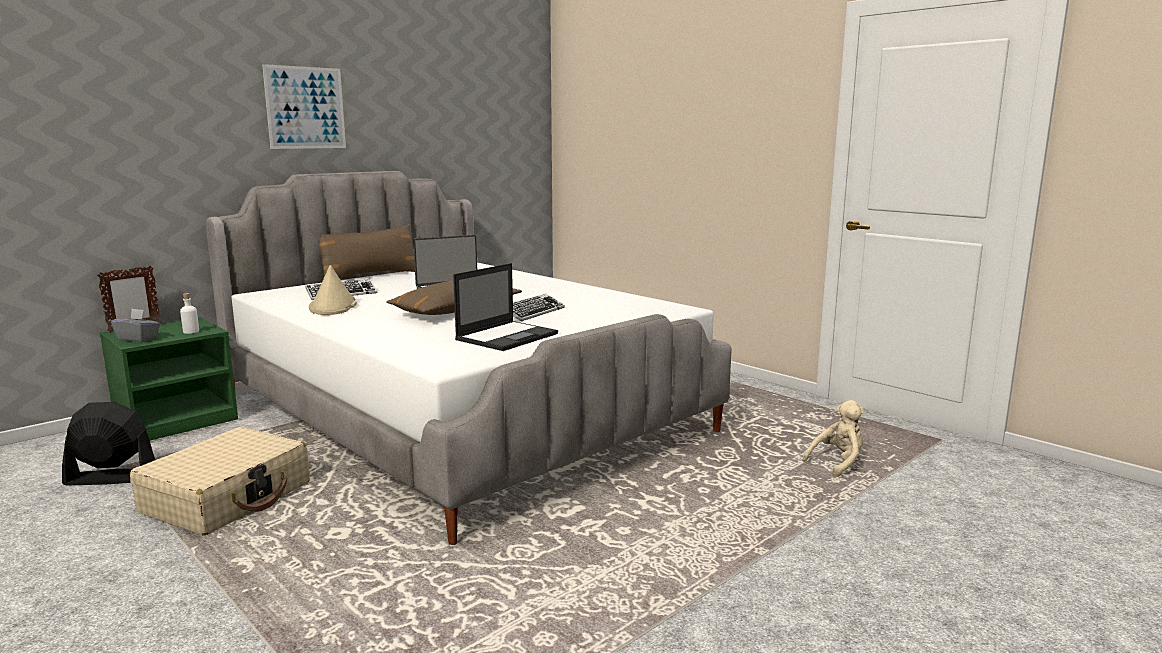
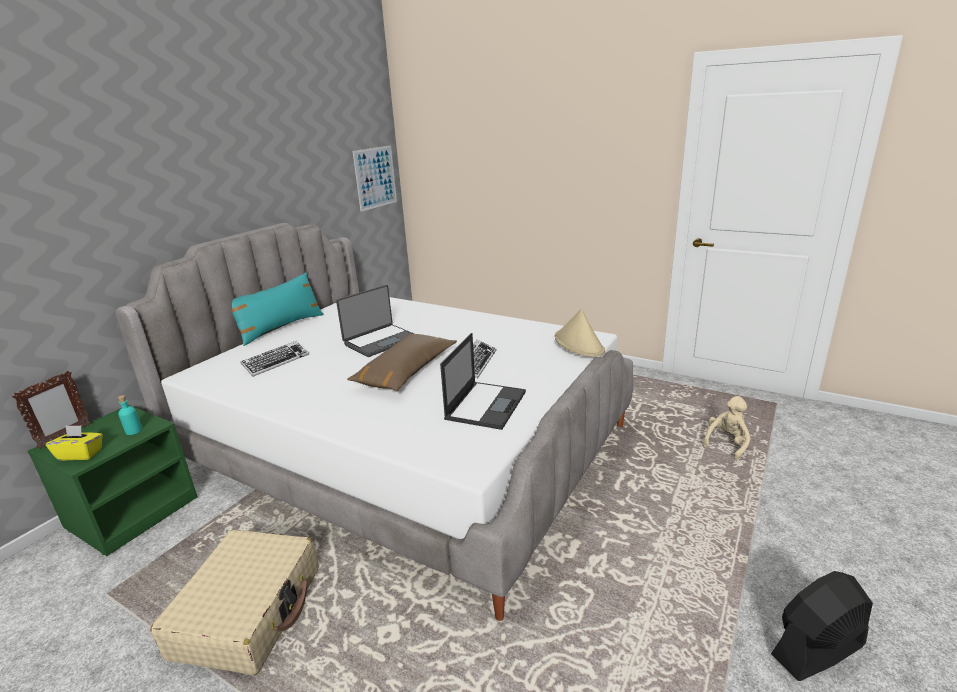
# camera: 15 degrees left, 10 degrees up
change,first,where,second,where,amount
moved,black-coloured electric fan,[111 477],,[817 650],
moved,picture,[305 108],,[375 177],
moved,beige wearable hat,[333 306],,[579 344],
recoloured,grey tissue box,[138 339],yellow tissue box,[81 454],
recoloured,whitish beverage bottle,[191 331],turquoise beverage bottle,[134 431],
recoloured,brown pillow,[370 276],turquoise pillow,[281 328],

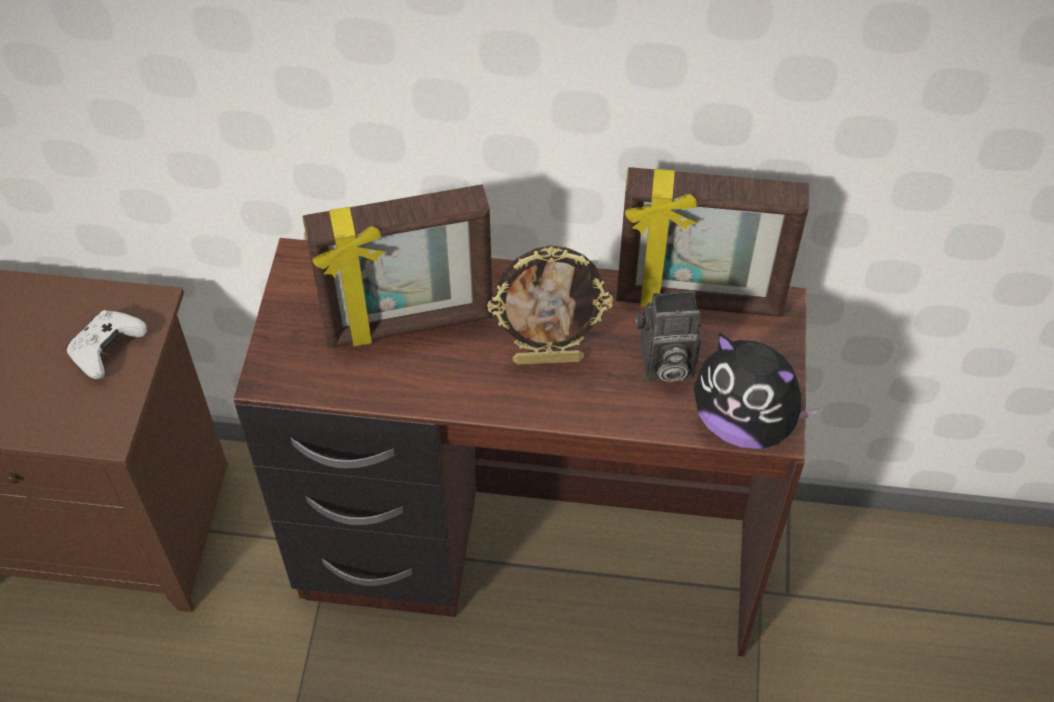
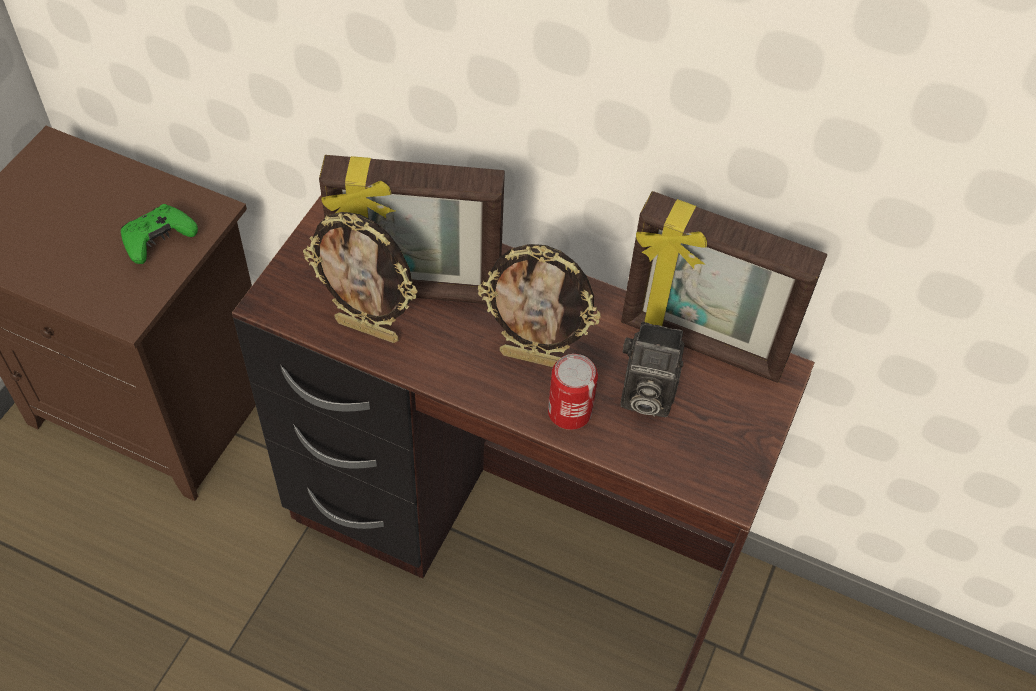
# camera: 15 degrees right, 0 degrees up
change,first,where,second,where,amount
removed,cuddly toy,[744 423],,,
added,,,picture frame,[368 329],
added,,,can,[569 412],
recoloured,whitish joypad,[107 350],green joypad,[158 240],

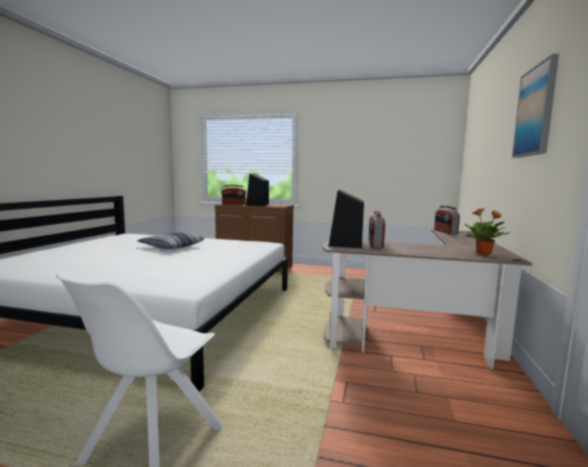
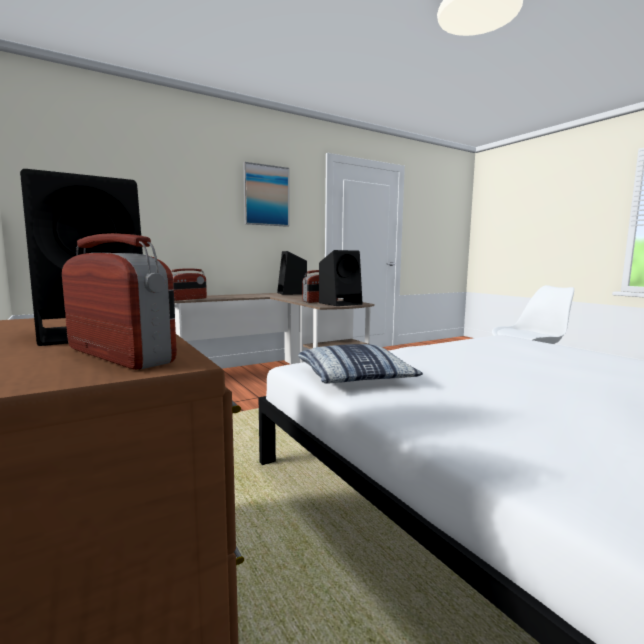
# camera: 135 degrees left, 0 degrees up
change,first,where,second,where,amount
moved,pillow,[171 246],,[354 378],
replaced,houseplant,[484 253],black-coloured speaker,[292 293],

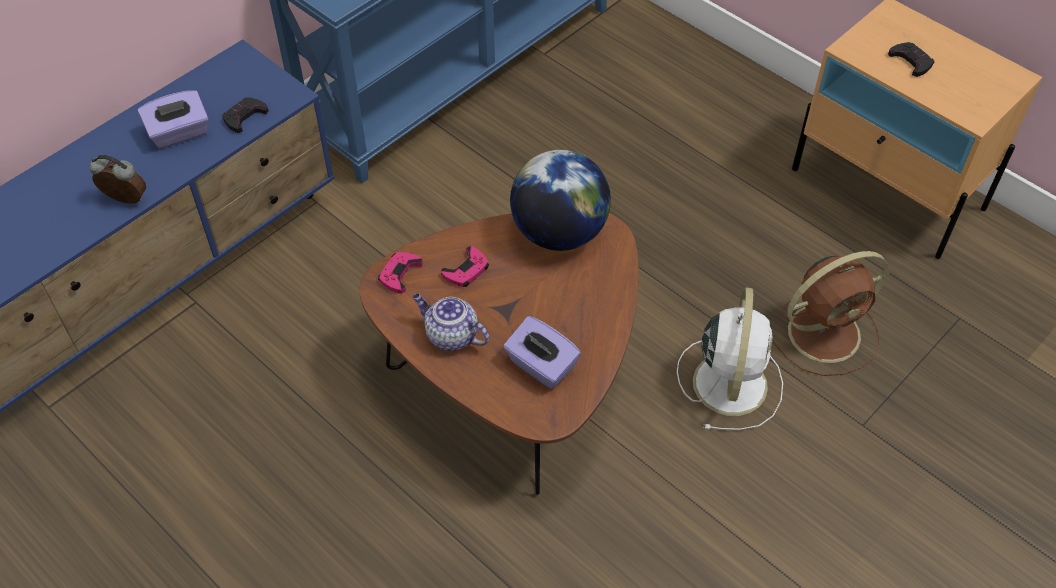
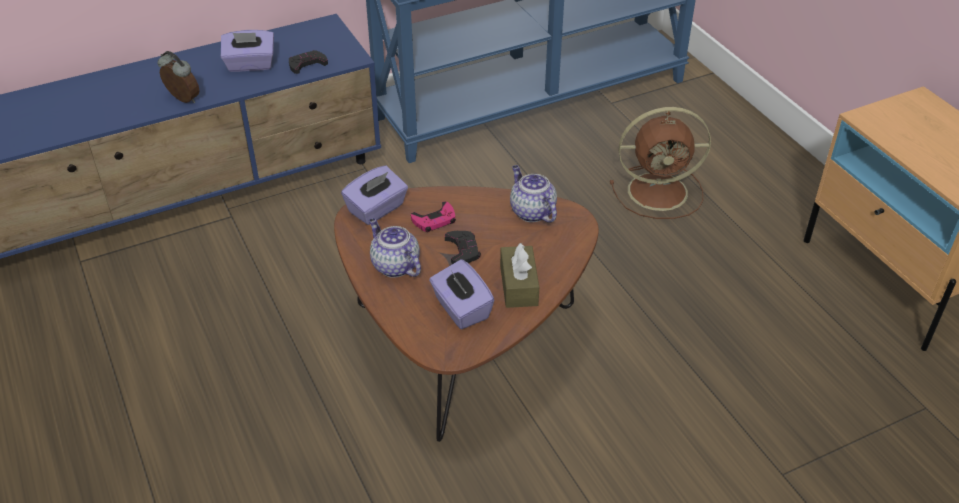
# camera: 20 degrees right, 10 degrees down
change,first,where,second,where,amount
removed,whitish electric fan,[730 381],,,
added,,,brown tissue box,[518 285],
moved,brown electric fan,[827 332],,[660 191],
moved,black-coloured joypad,[911 61],,[462 250],
replaced,pink-coloured joypad,[400 274],purplish tissue box,[377 209],
replaced,desk globe,[559 232],pot for tea,[531 211],

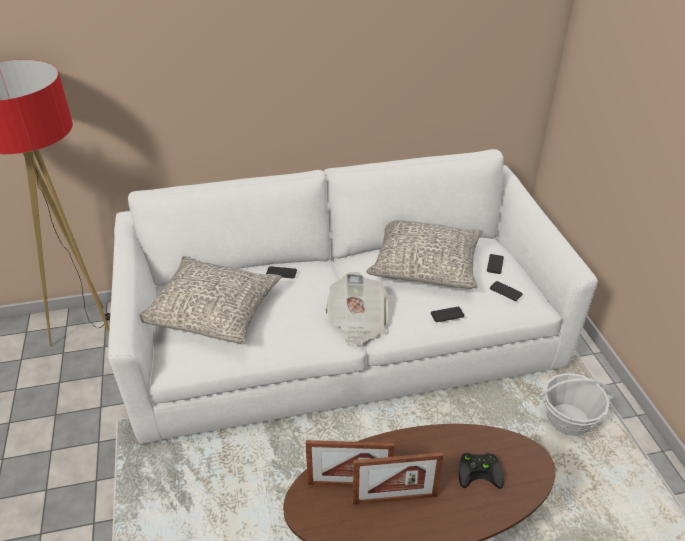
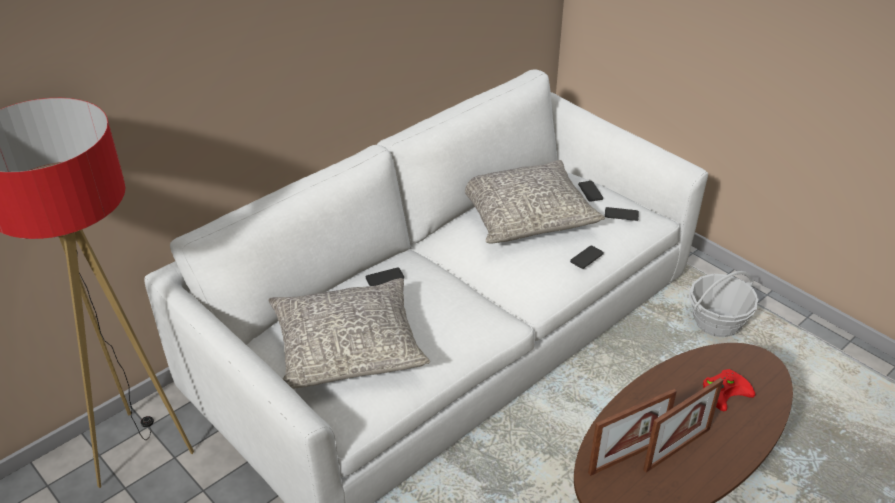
# camera: 30 degrees left, 0 degrees up
change,first,where,second,where,amount
removed,printed paper,[357 322],,,
recoloured,black-coloured joypad,[480 471],red-coloured joypad,[726 390],

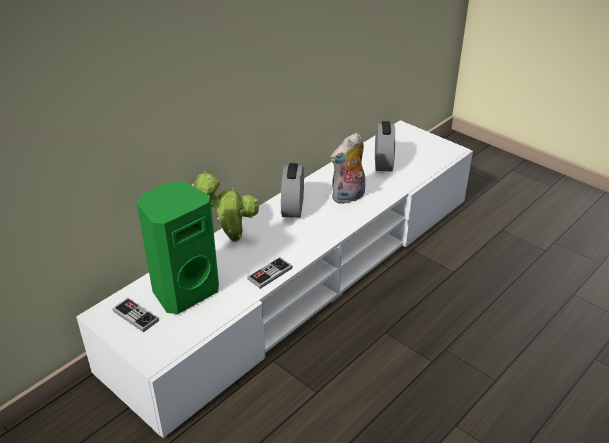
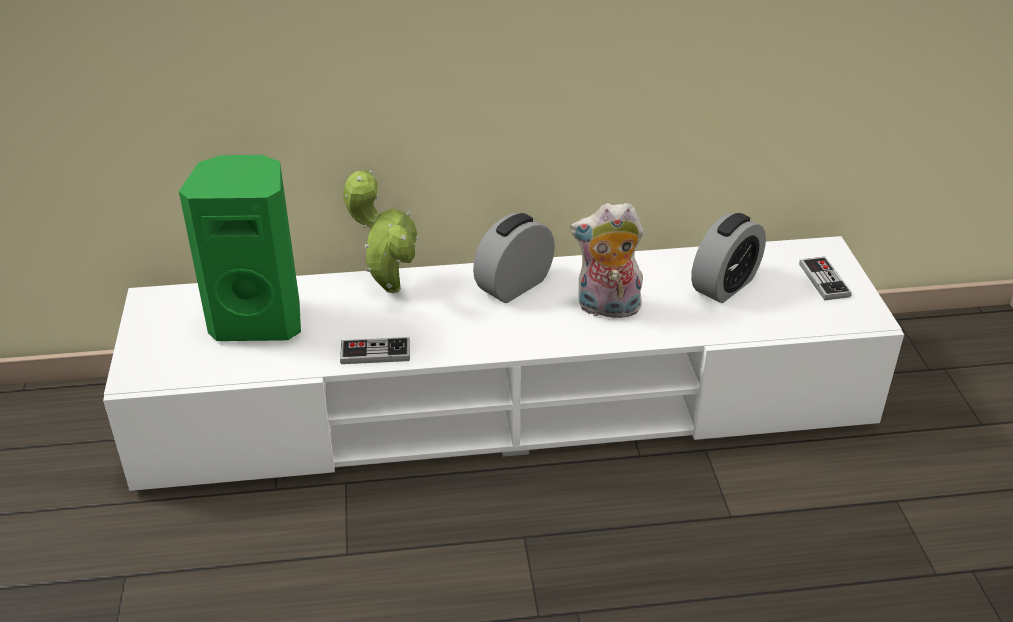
# camera: 40 degrees right, 0 degrees up
change,first,where,second,where,amount
moved,joypad,[135 316],,[824 280],

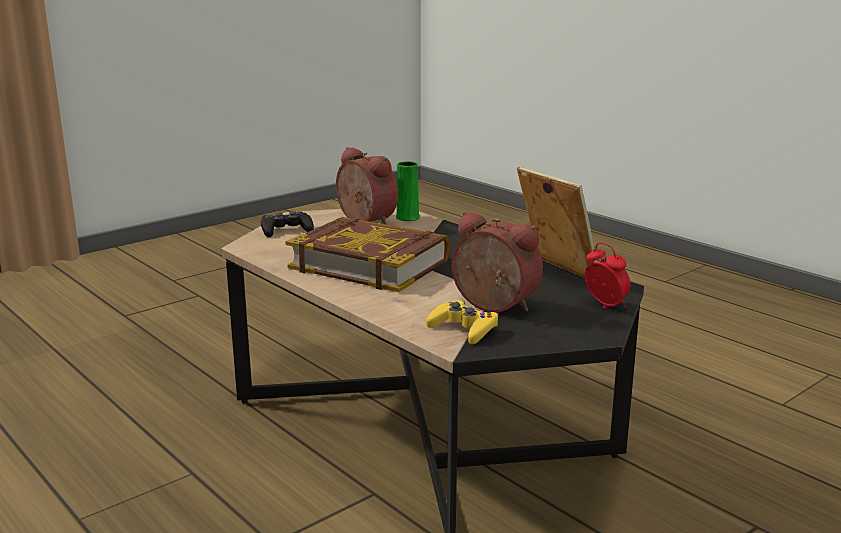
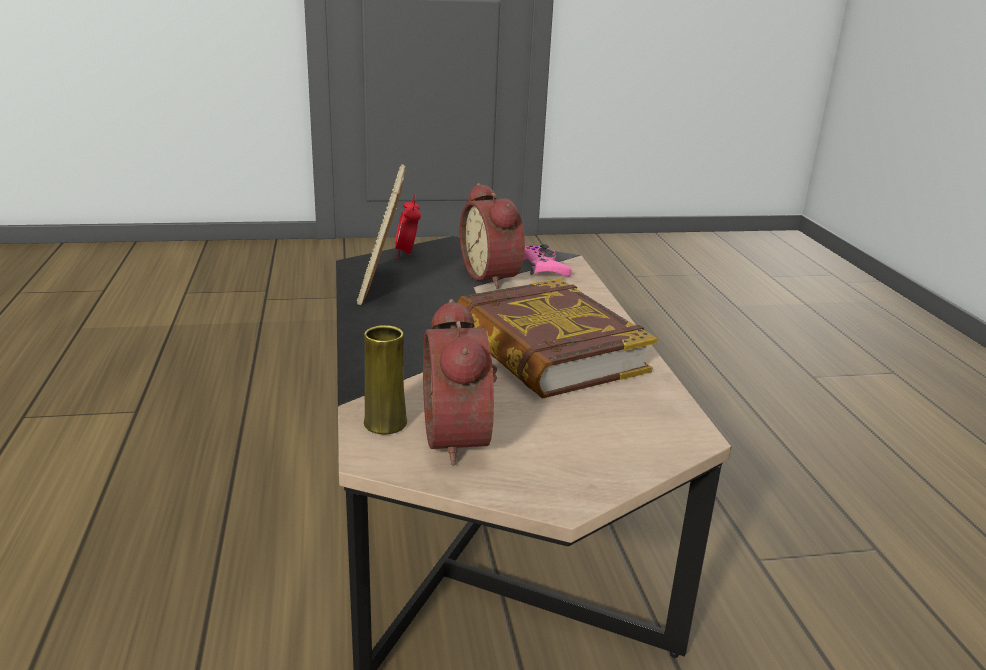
# camera: 150 degrees left, 5 degrees up
change,first,where,second,where,amount
removed,black-coloured joypad,[286 230],,,
recoloured,green vase,[407 218],yellow vase,[385 423],
recoloured,yellow joypad,[463 329],pink-coloured joypad,[543 268],

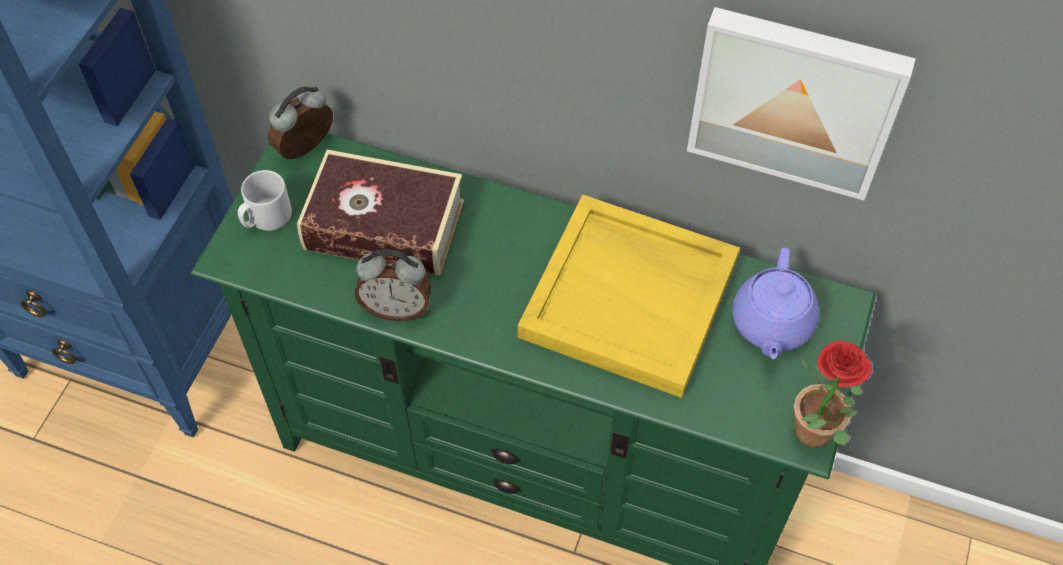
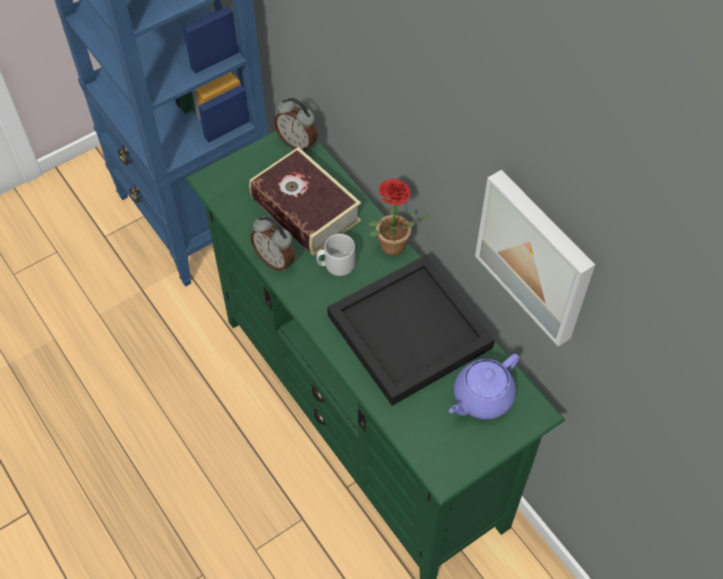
# camera: 35 degrees right, 0 degrees up
change,first,where,second,where,amount
moved,grey tea mug,[266 218],,[336 265],
moved,houseplant,[817 438],,[391 251],
recoloured,yellow serving tray,[631 297],black-coloured serving tray,[411 332],
turned,alarm clock,[307 150],,[298 143],135 degrees counterclockwise

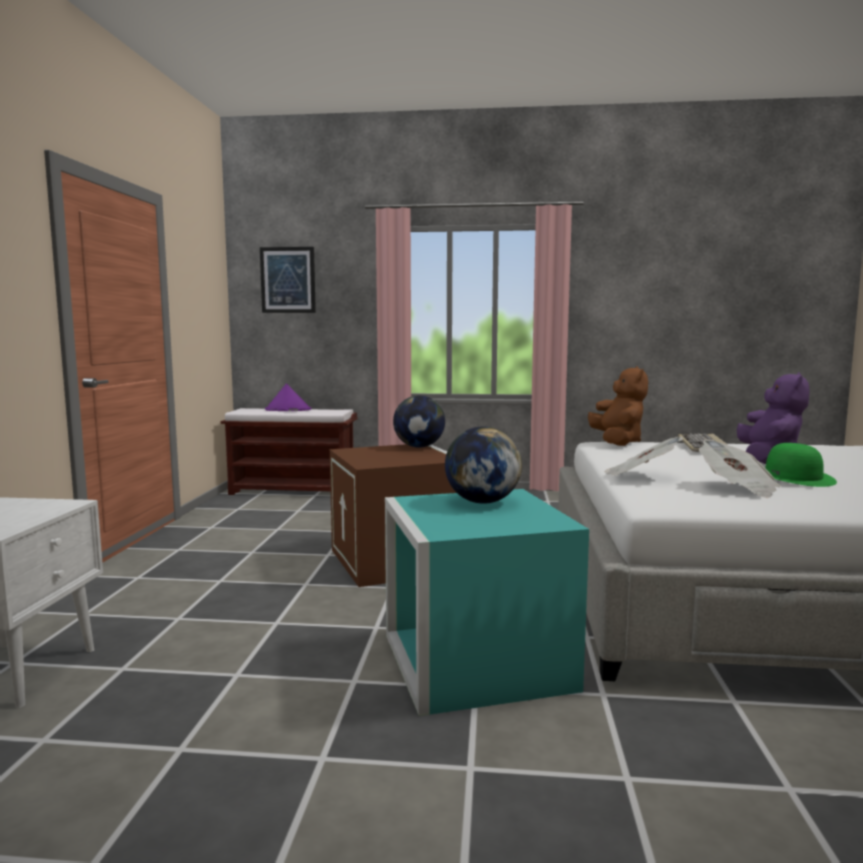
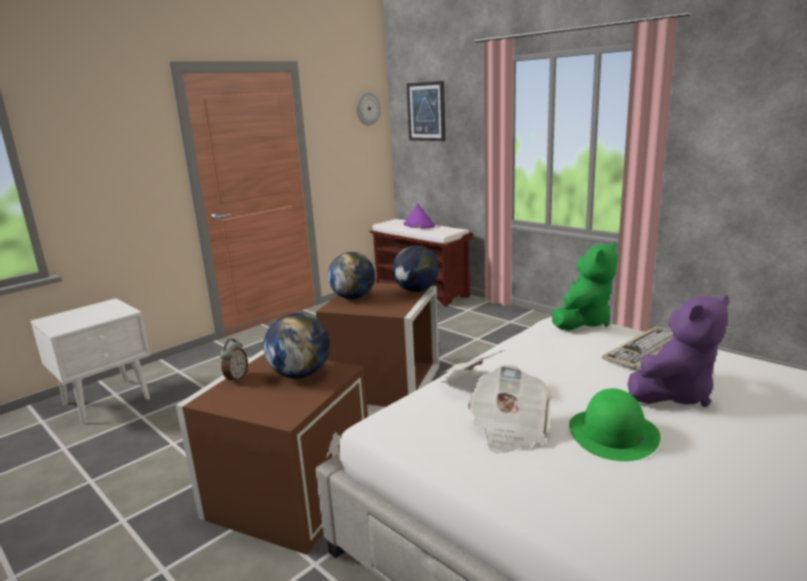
# camera: 40 degrees right, 10 degrees up
change,first,where,second,where,amount
added,,,alarm clock,[236 378],
added,,,desk globe,[353 297],
added,,,hanging clock,[368 108],
recoloured,turquoise storage box,[473 660],brown storage box,[289 492],
recoloured,brown cuddly toy,[617 442],green cuddly toy,[582 322],

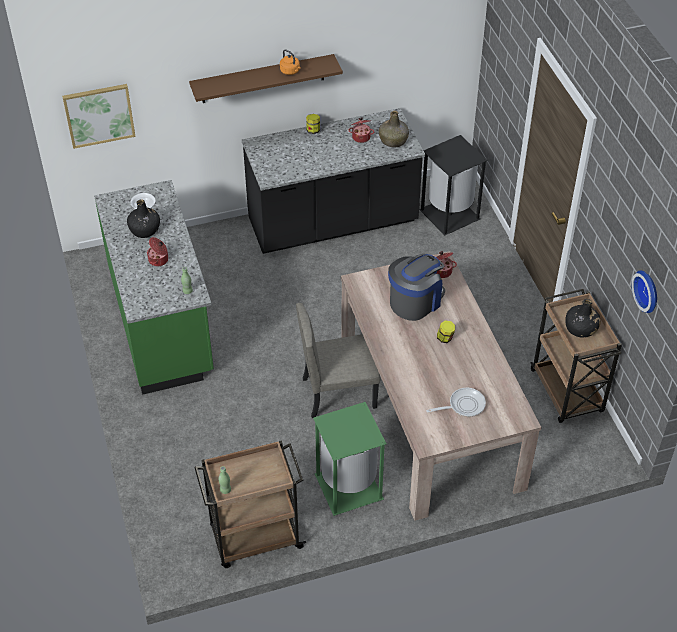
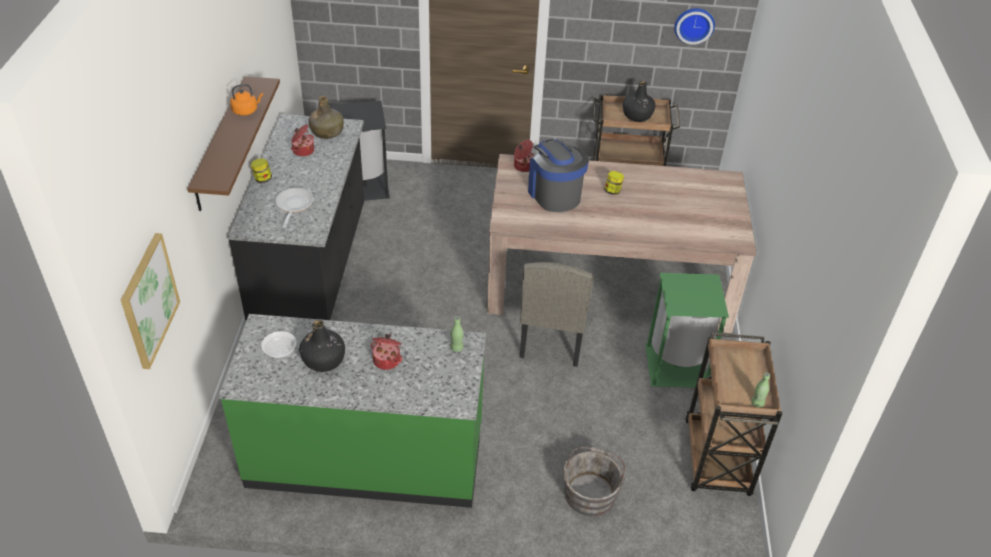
# camera: 70 degrees left, 5 degrees down
change,first,where,second,where,amount
added,,,grey pail,[590 491],
moved,skillet,[463 405],,[293 206],

